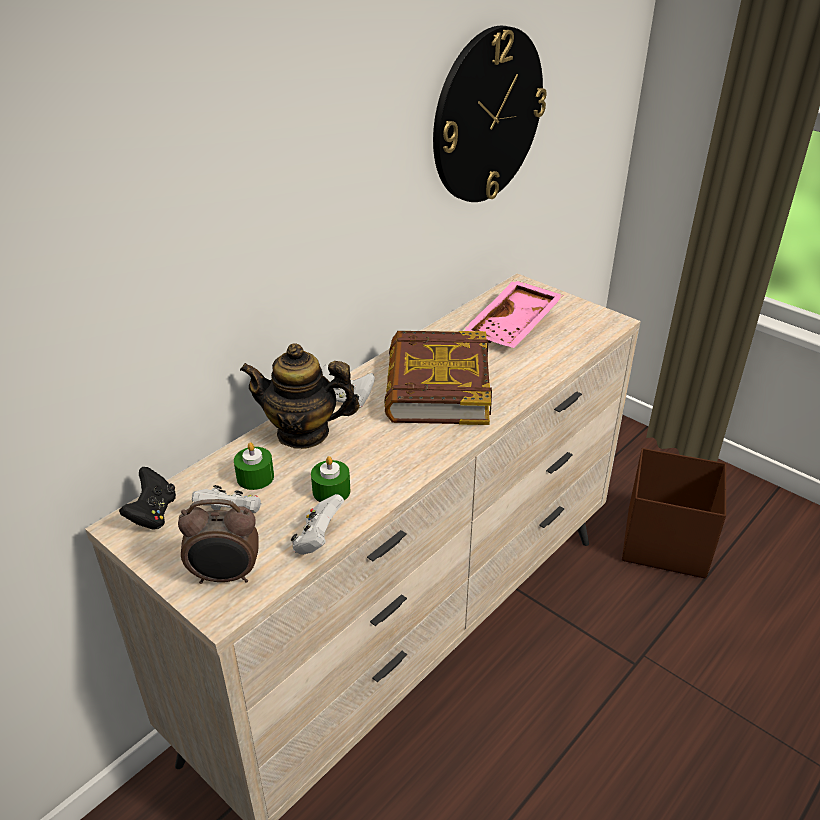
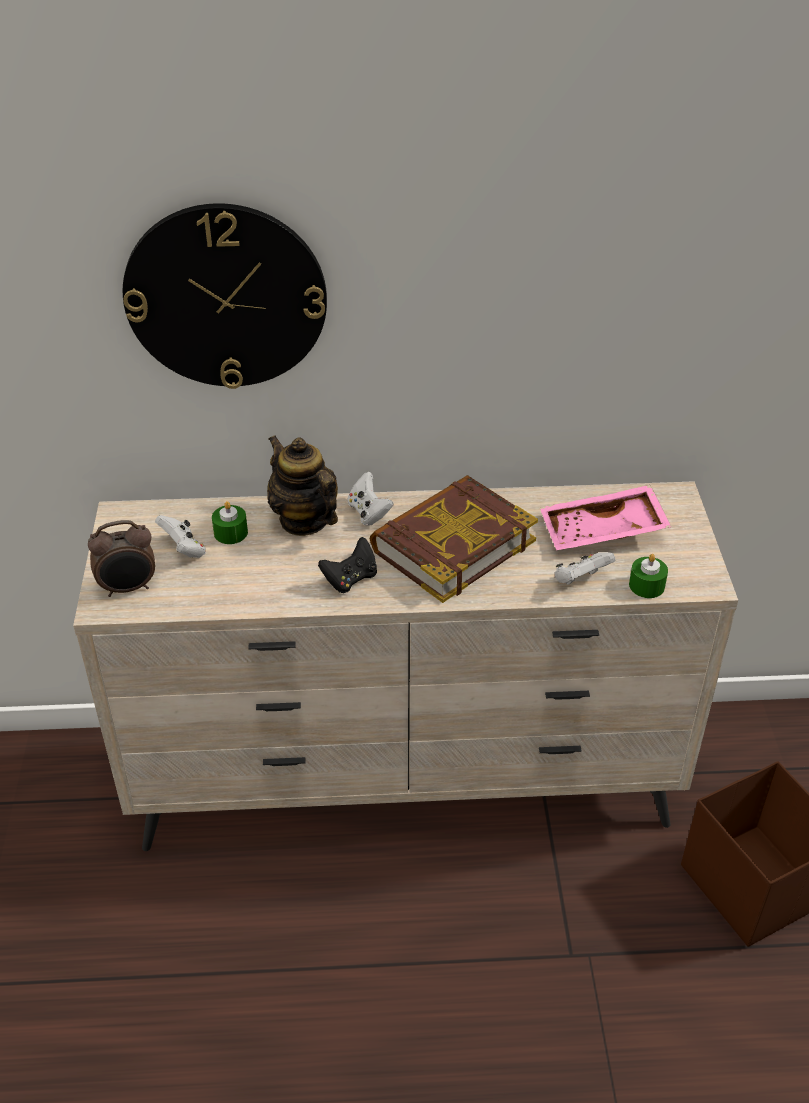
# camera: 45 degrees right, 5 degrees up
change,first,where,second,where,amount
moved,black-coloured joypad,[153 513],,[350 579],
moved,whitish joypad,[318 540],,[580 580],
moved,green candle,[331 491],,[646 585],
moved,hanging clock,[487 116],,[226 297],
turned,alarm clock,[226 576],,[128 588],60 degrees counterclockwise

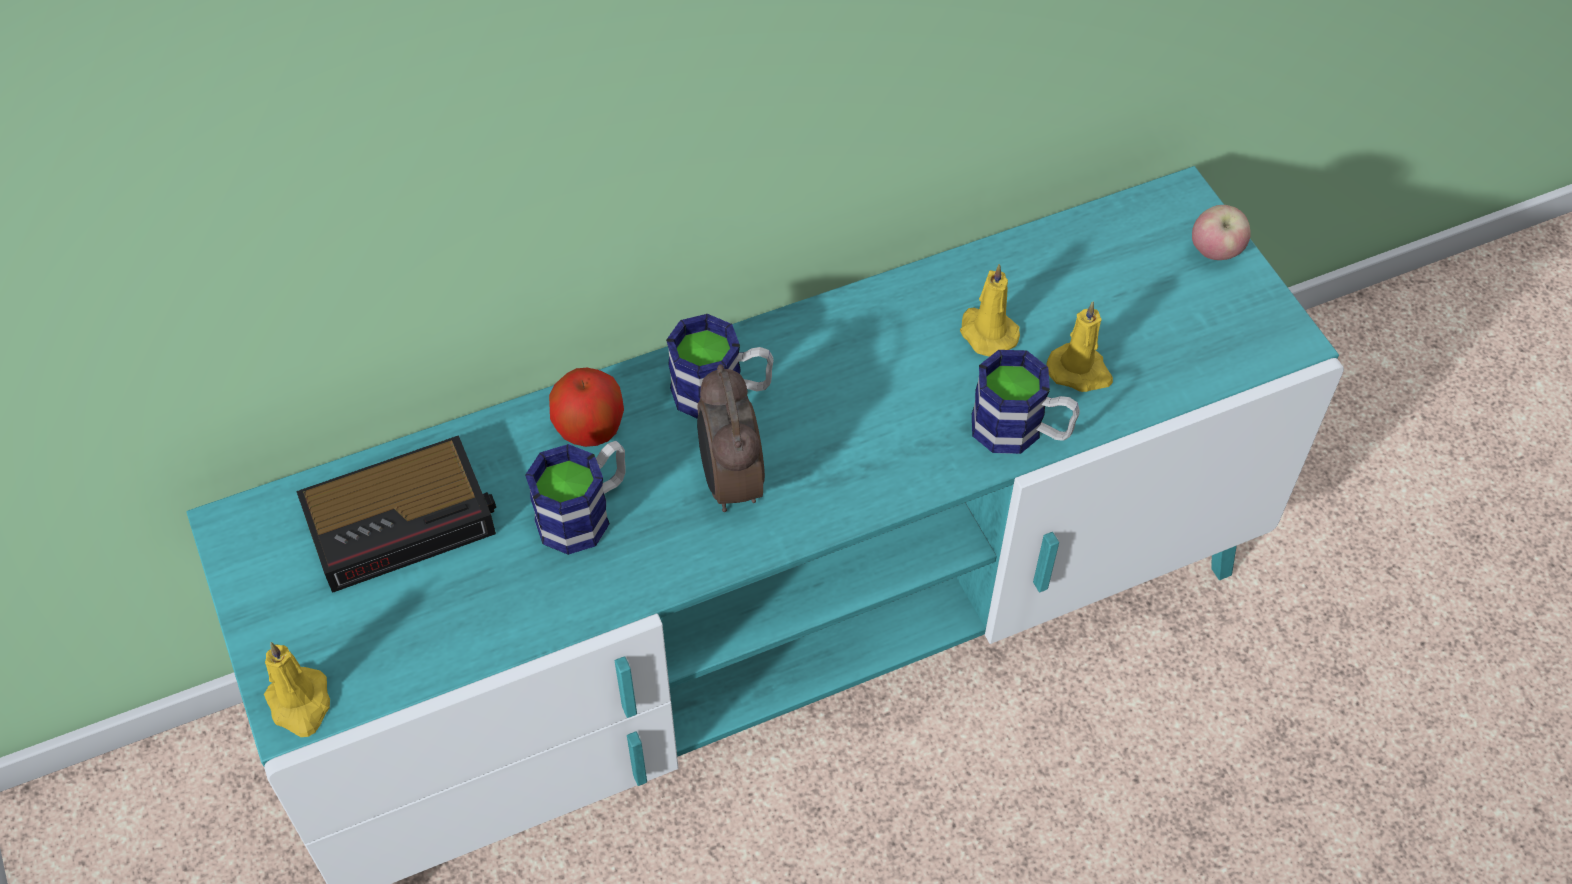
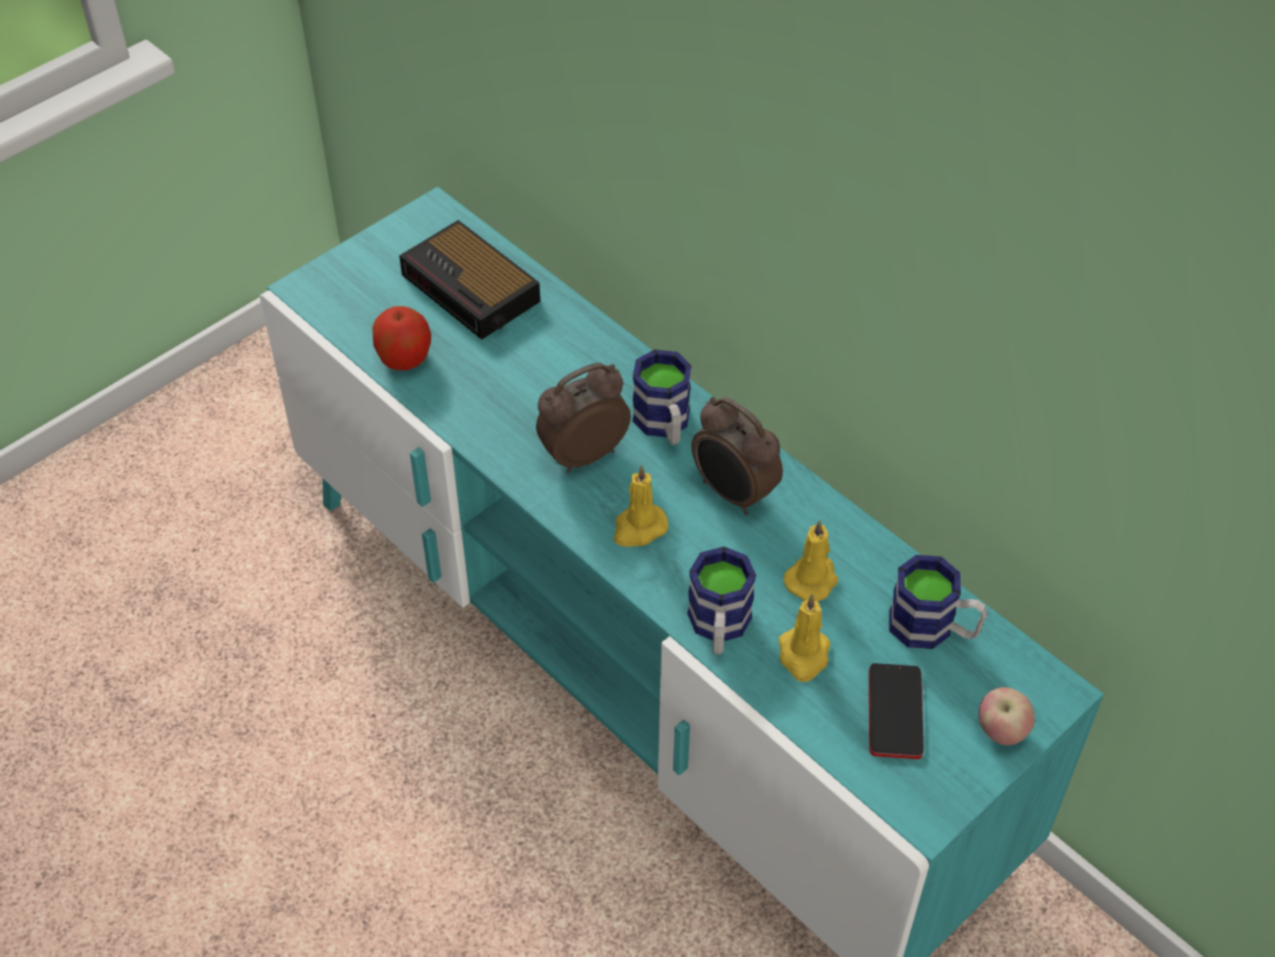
# camera: 70 degrees right, 5 degrees down
change,first,where,second,where,amount
added,,,alarm clock,[733 494],
added,,,handset,[895 712],
moved,yellow candle,[300 704],,[638 528],
moved,tea mug,[585 512],,[933 628],
moved,apple fruit,[589 429],,[404 359],

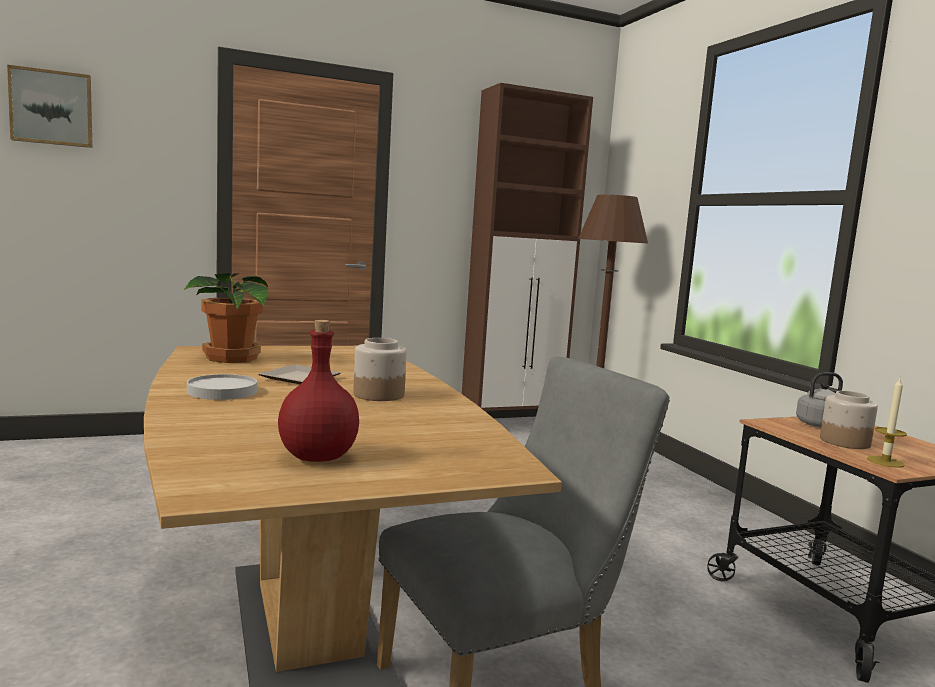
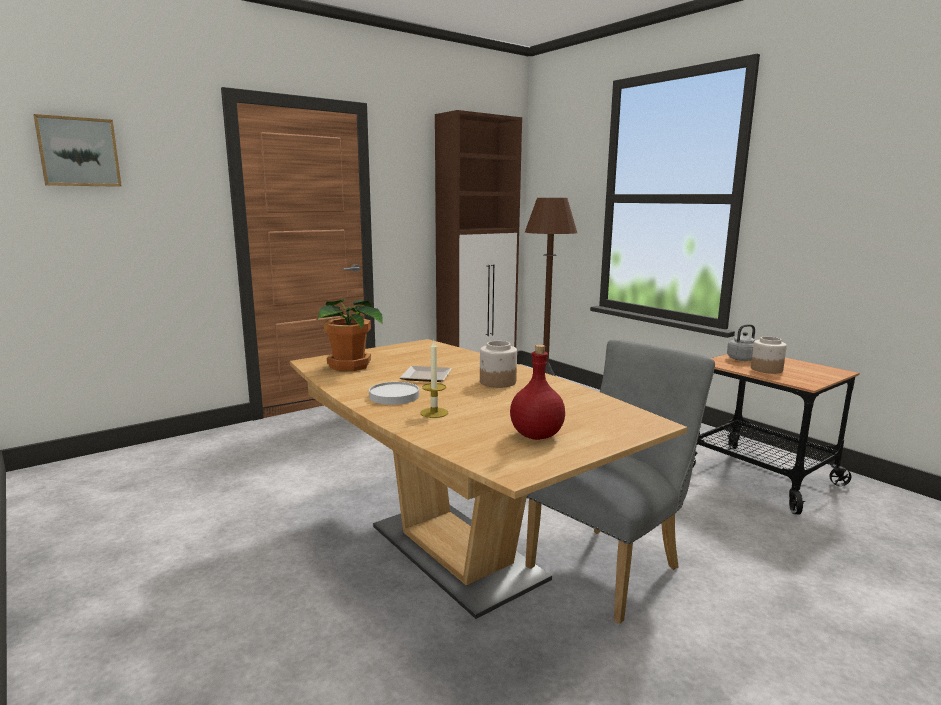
# camera: 15 degrees left, 5 degrees up
change,first,where,second,where,amount
moved,candle,[885 462],,[434 413],

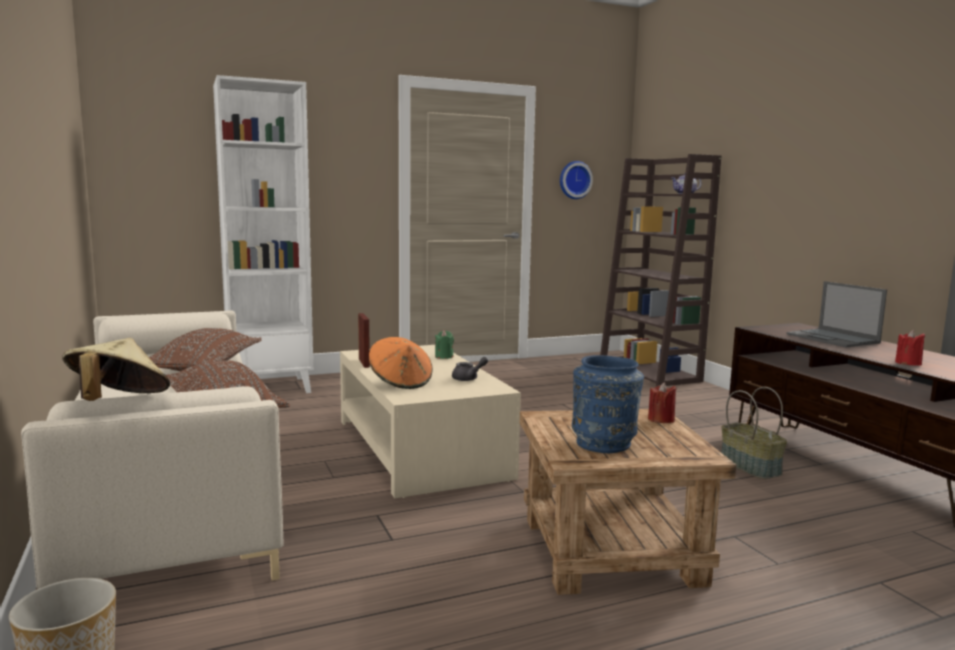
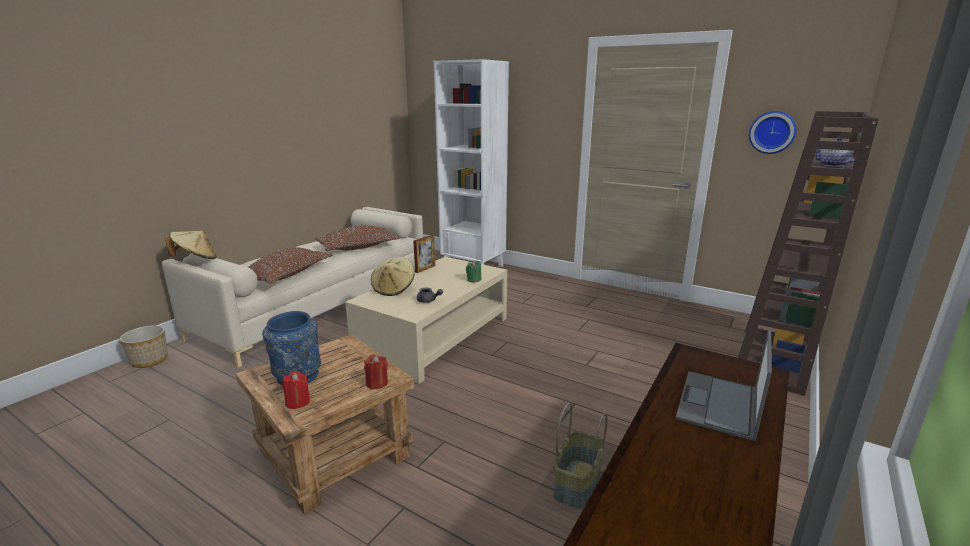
# camera: 55 degrees right, 10 degrees up
change,first,where,second,where,amount
moved,red-coloured candle,[908 363],,[297 402],
recoloured,orange-coloured wearable hat,[400 382],beige wearable hat,[394 289],

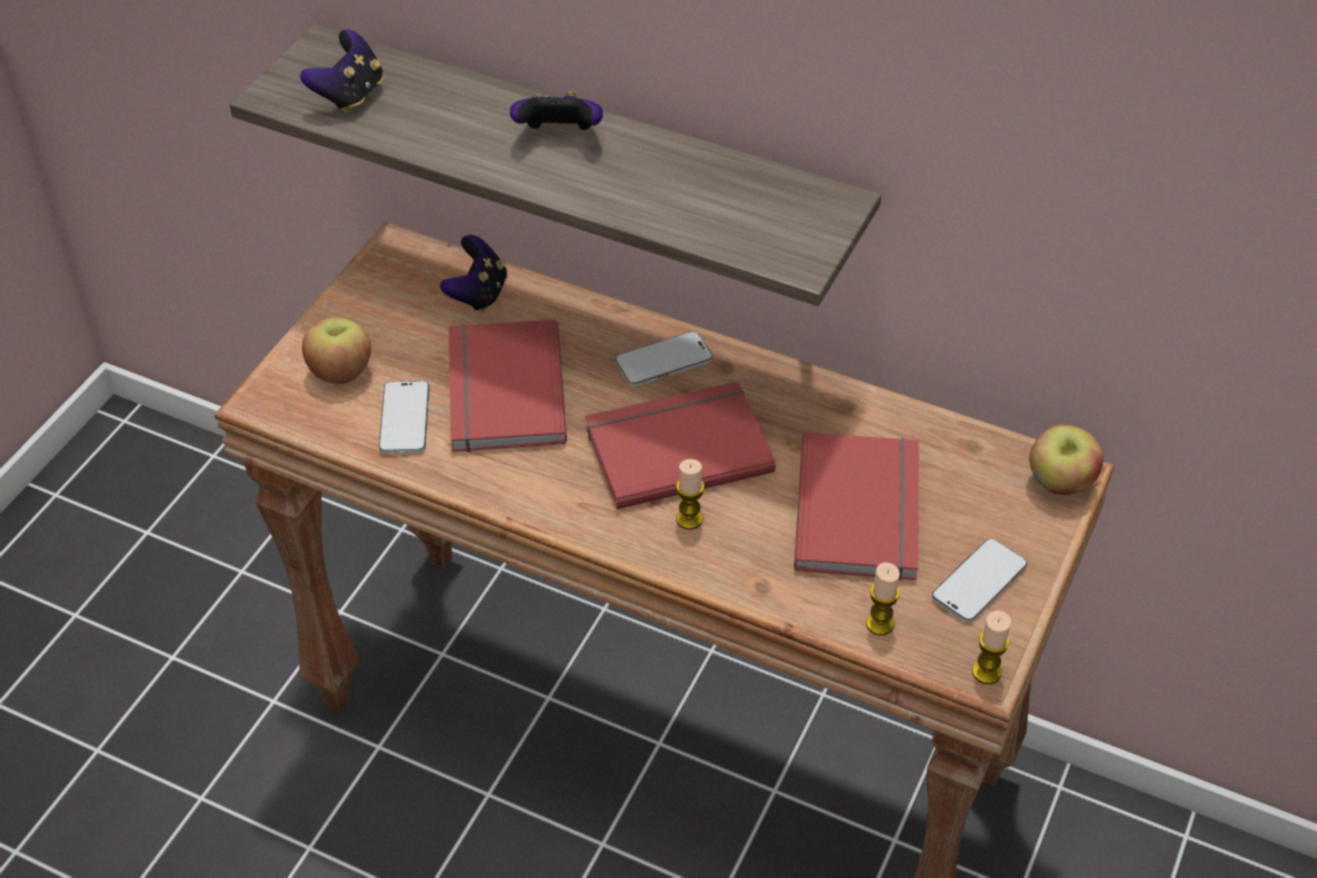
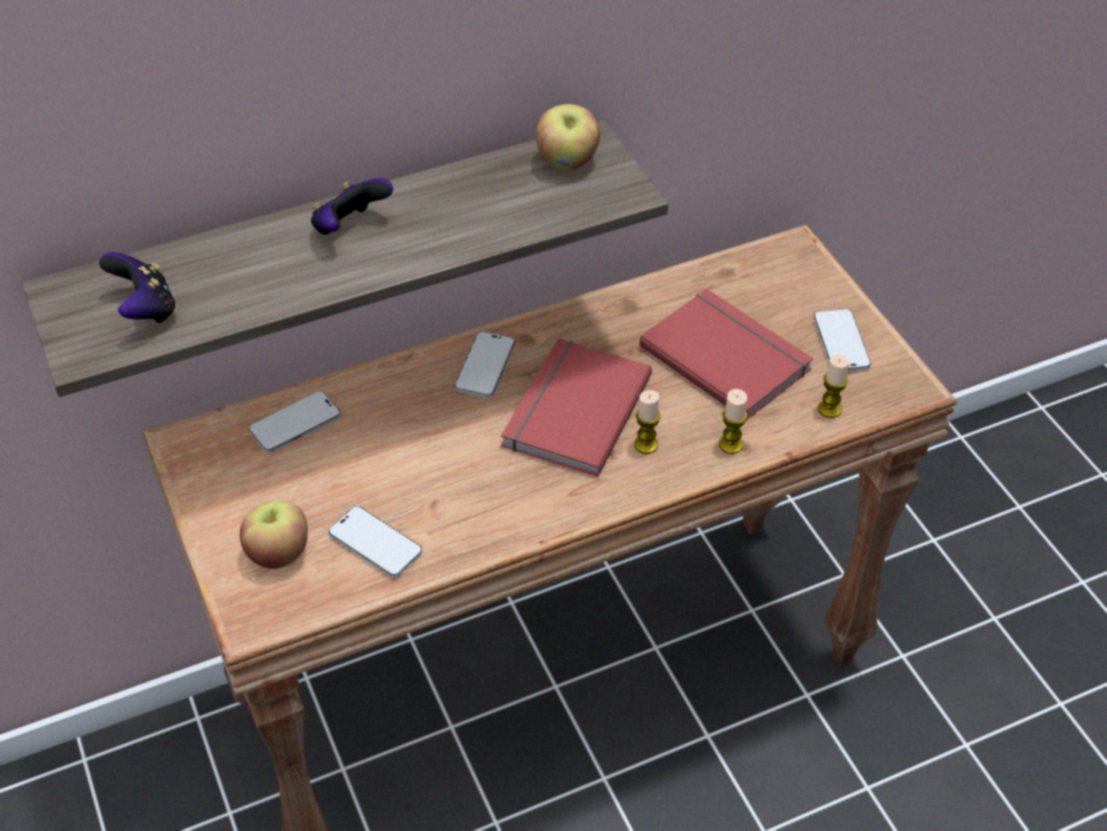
# camera: 50 degrees left, 0 degrees up
change,first,where,second,where,amount
removed,red-coloured book,[501 391],,,
moved,candle,[986 672],,[730 444],
moved,apple fruit,[1060 483],,[567 162],
replaced,joypad,[478 294],handset,[295 424],

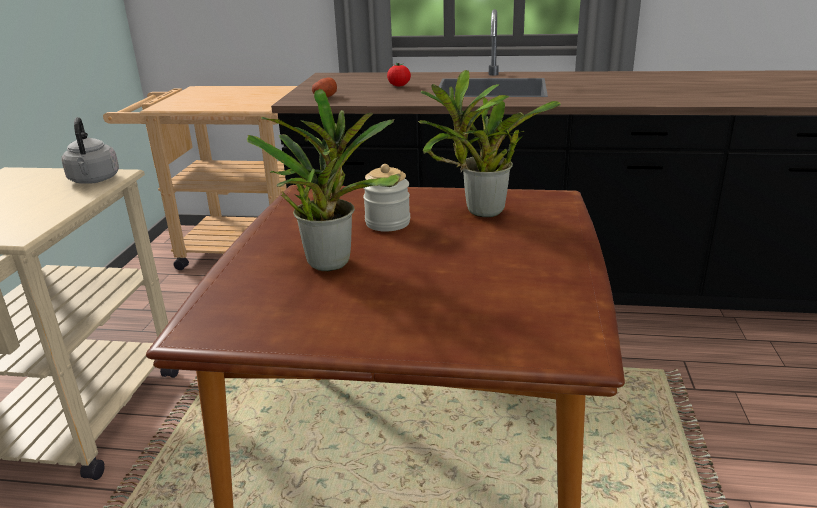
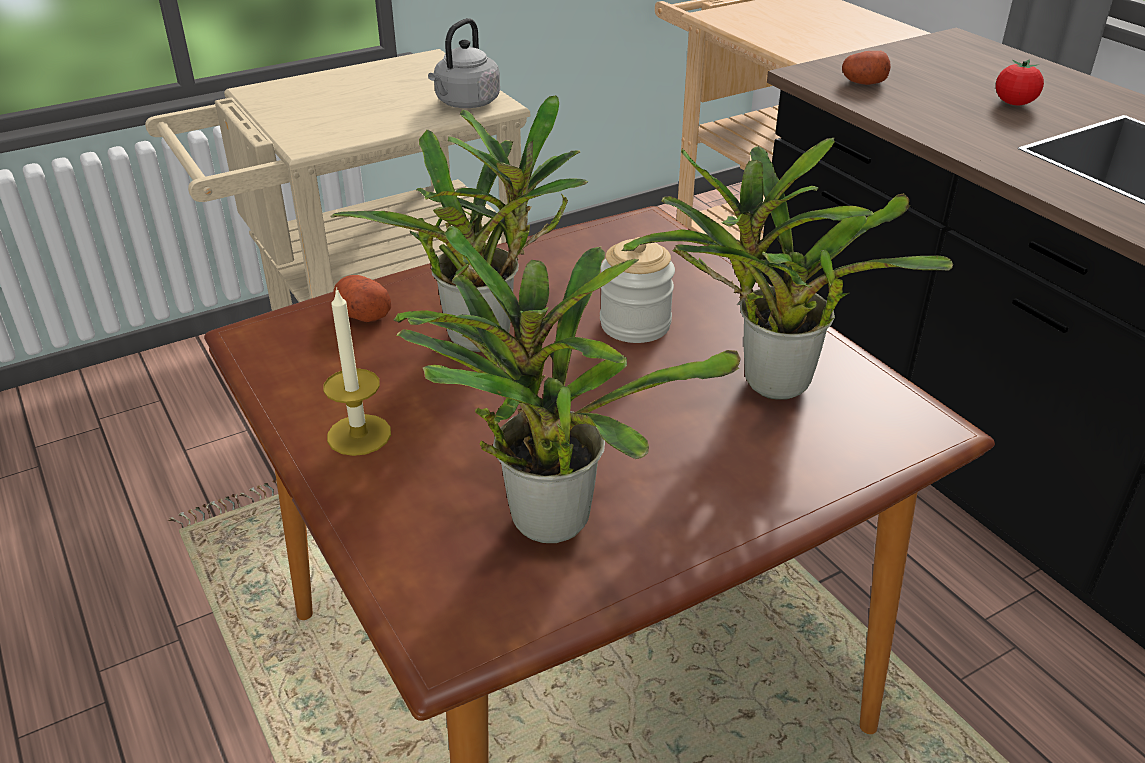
# camera: 50 degrees right, 10 degrees up
change,first,where,second,where,amount
added,,,candle,[359 435],
added,,,potato,[362 314],
added,,,houseplant,[544 514],

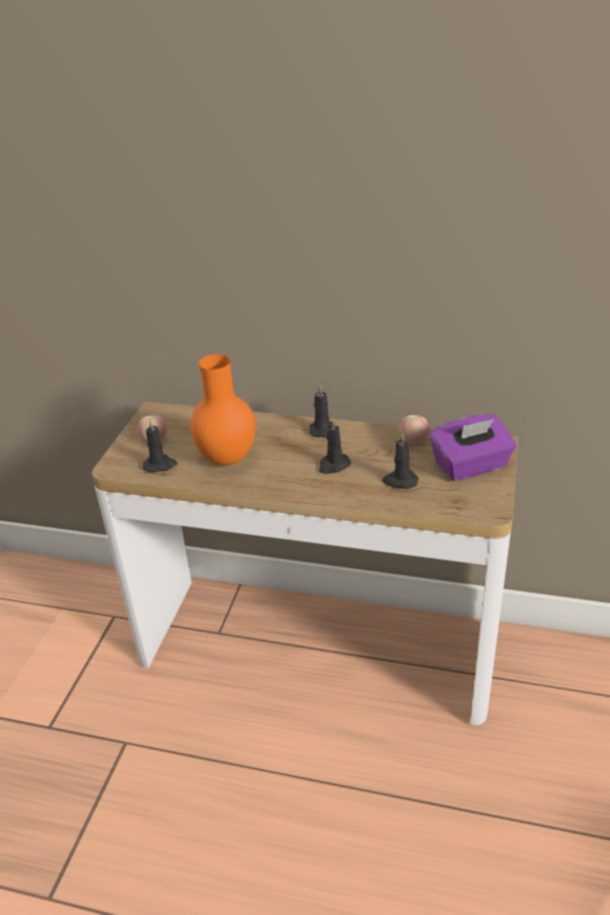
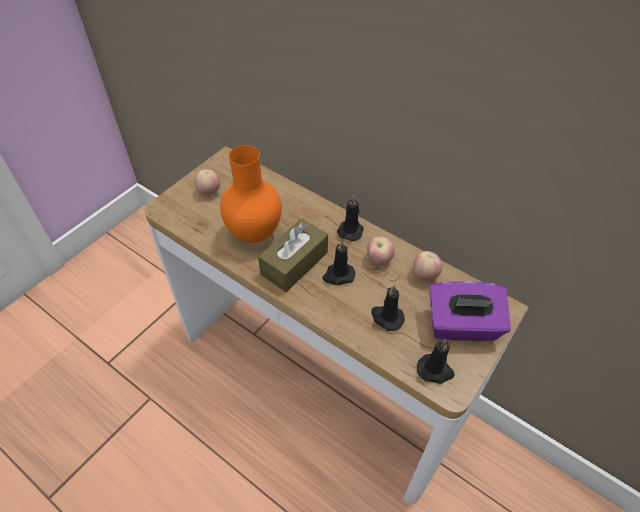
# camera: 20 degrees right, 15 degrees up
change,first,where,second,where,amount
added,,,brown tissue box,[294 263],
added,,,apple fruit,[379 260],
moved,black-coloured candle,[160 465],,[435 370],

